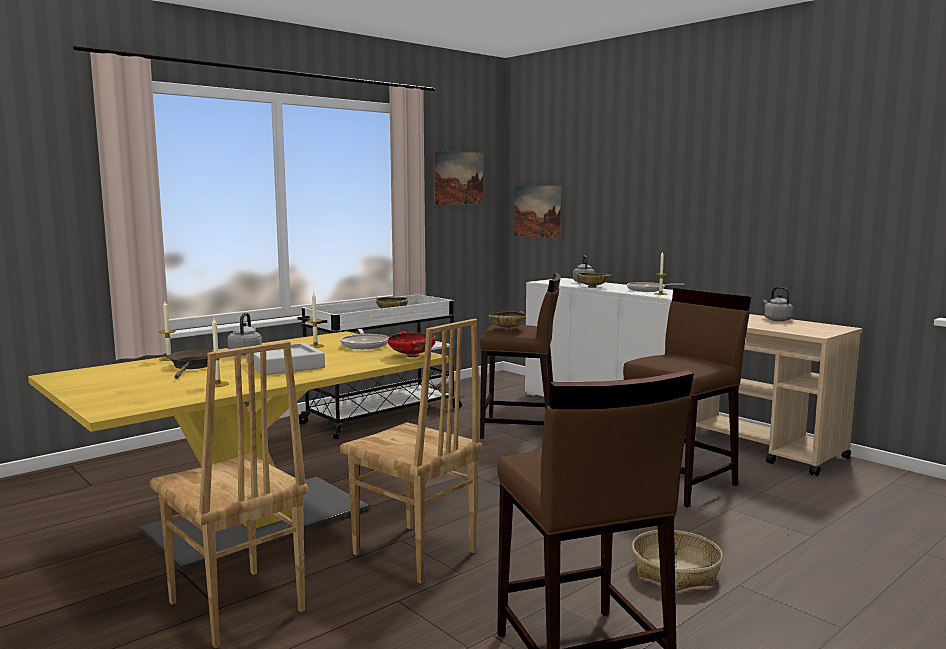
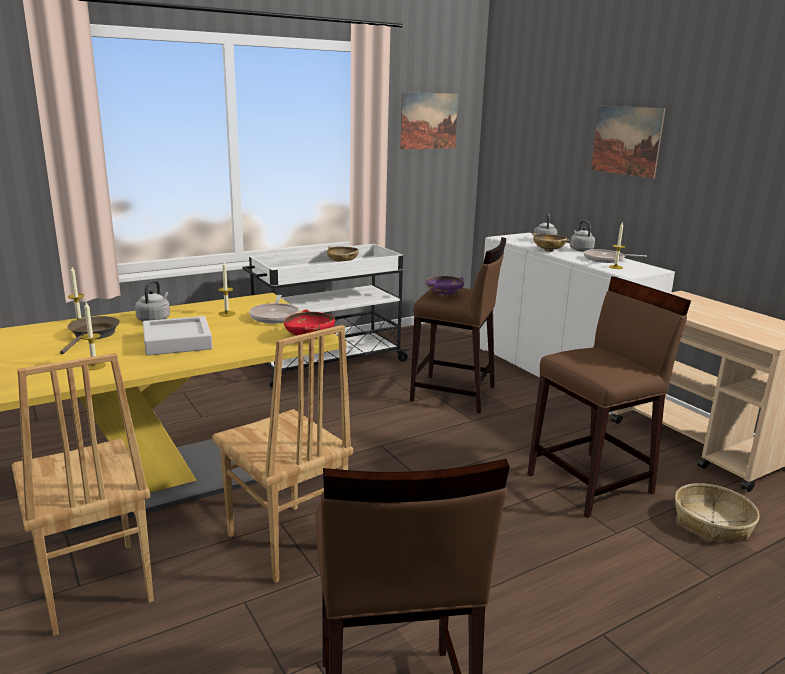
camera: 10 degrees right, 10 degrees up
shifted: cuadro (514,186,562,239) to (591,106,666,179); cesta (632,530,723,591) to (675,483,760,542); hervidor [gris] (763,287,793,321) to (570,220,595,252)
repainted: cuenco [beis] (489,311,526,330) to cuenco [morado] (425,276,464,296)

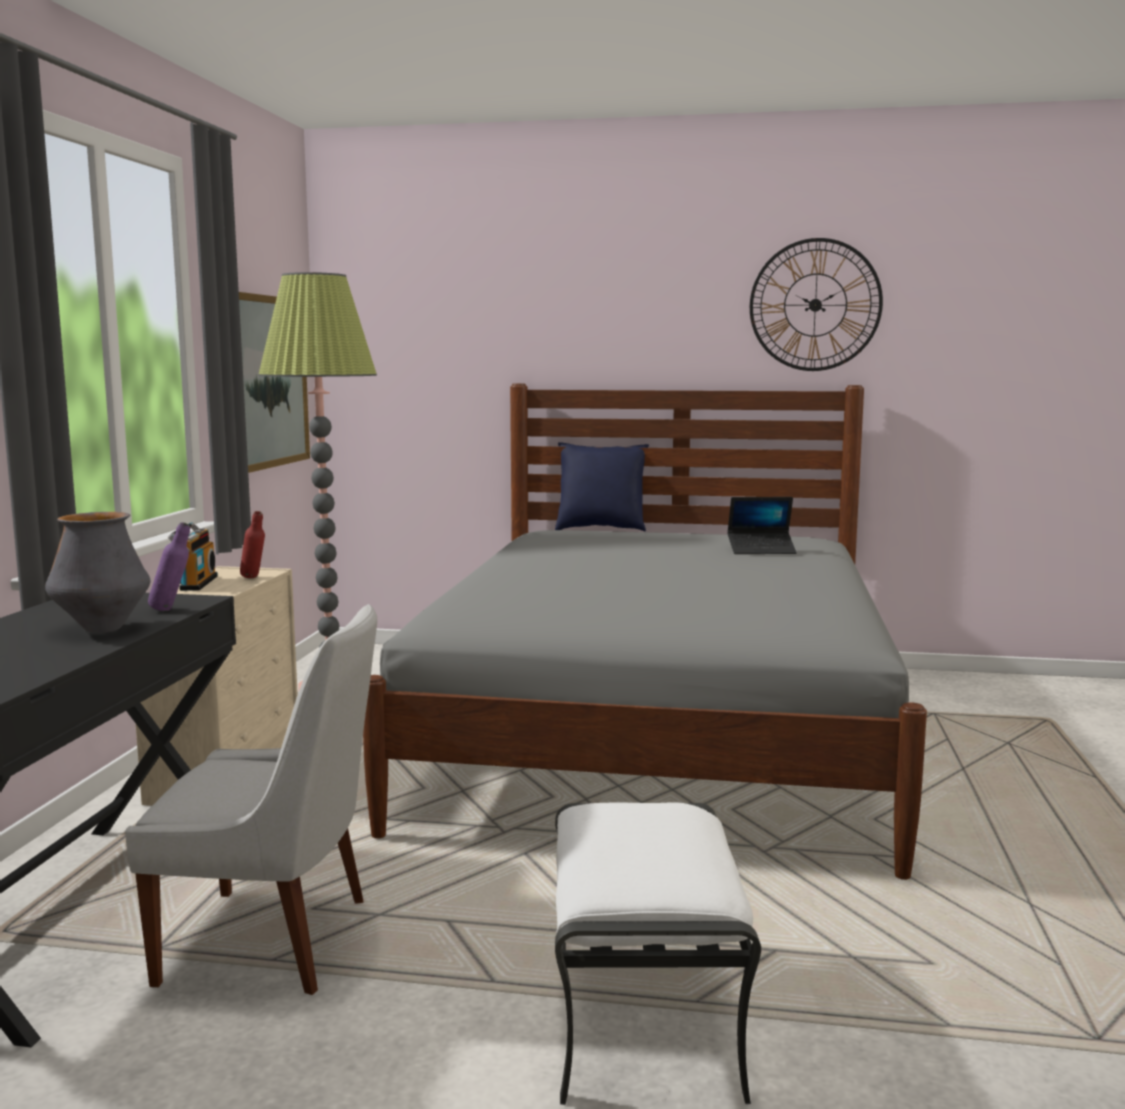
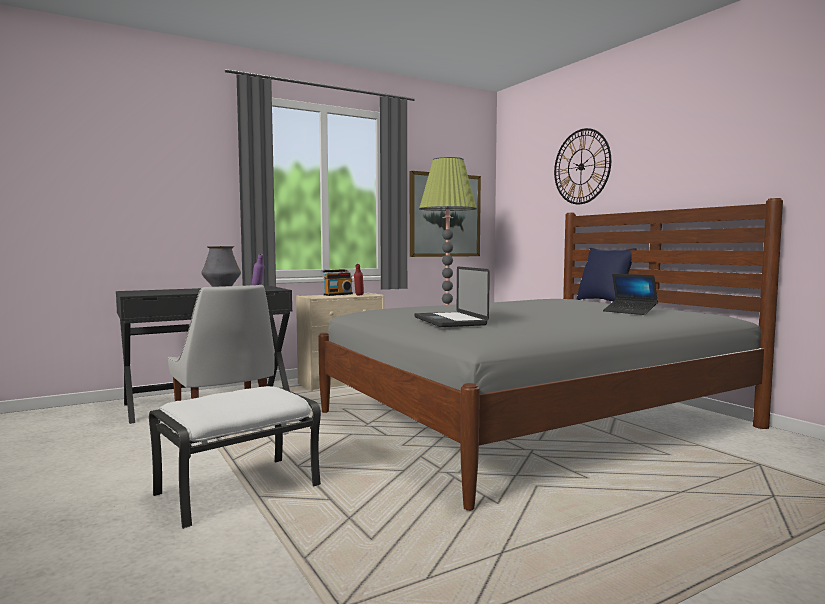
camera: 50 degrees right, 5 degrees down
new: portátil (414,266,490,327)
shifted: reloj de pared (750,238,883,371) to (554,128,611,204)

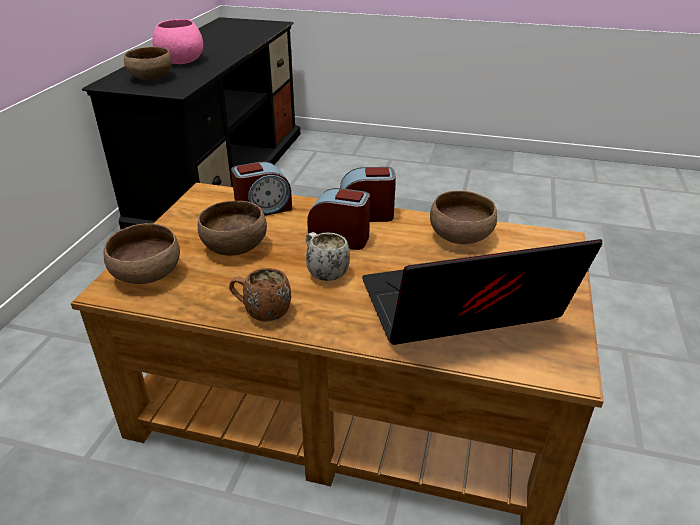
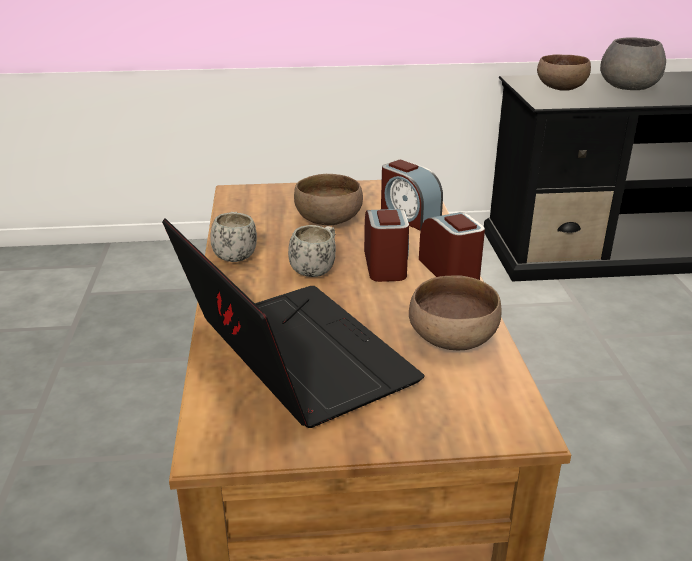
camera: 70 degrees right, 5 degrees down
gone: cuenco [marrón] (103,223,180,284)
repainted: cuenco [rosa] (152,19,203,64) to cuenco [gris] (600,37,666,90); taza grande [marrón] (229,268,291,321) to taza grande [blanco] (210,212,257,262)

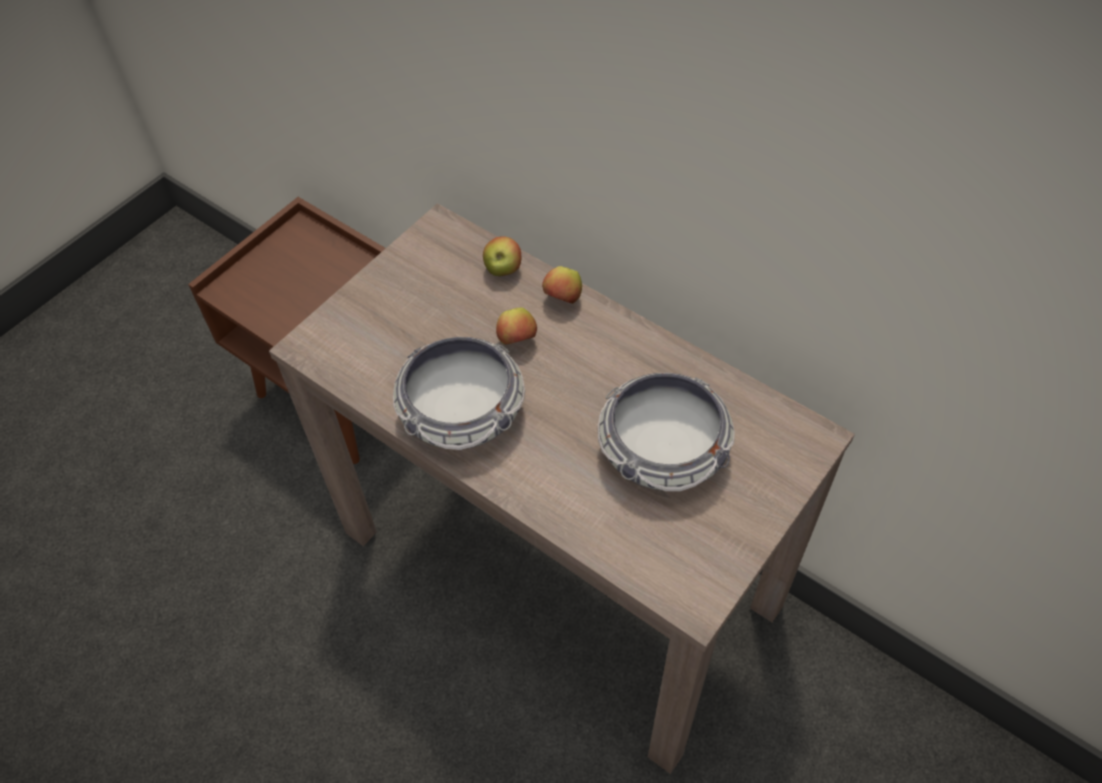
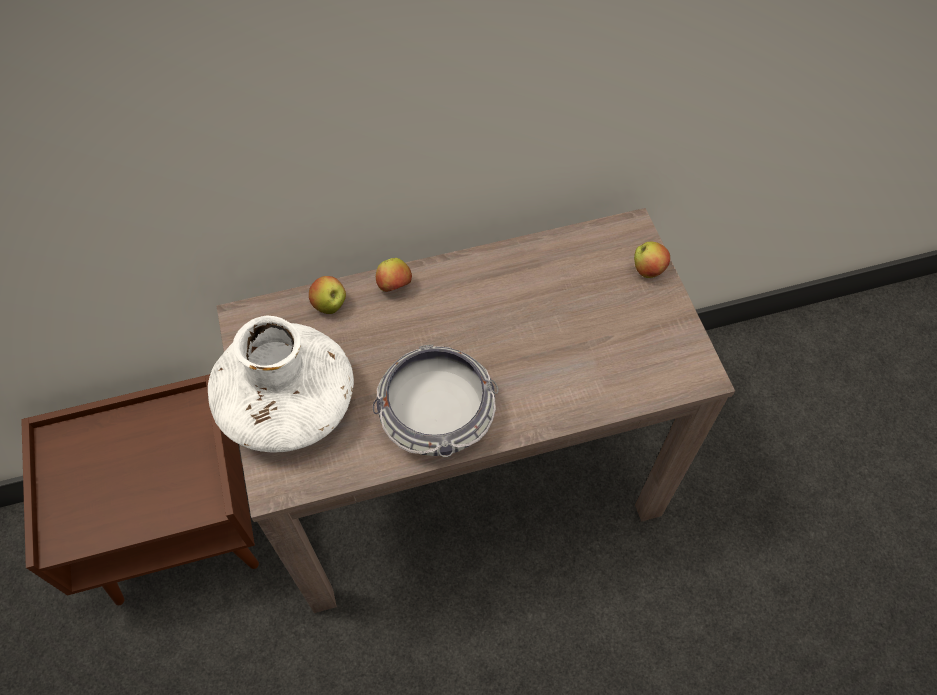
camera: 55 degrees left, 5 degrees up
gone: cuenco (598,373,735,491)
new: florero [blanco] (208,316,354,452)
shifted: manzana (496,307,537,345) to (634,242,670,278)

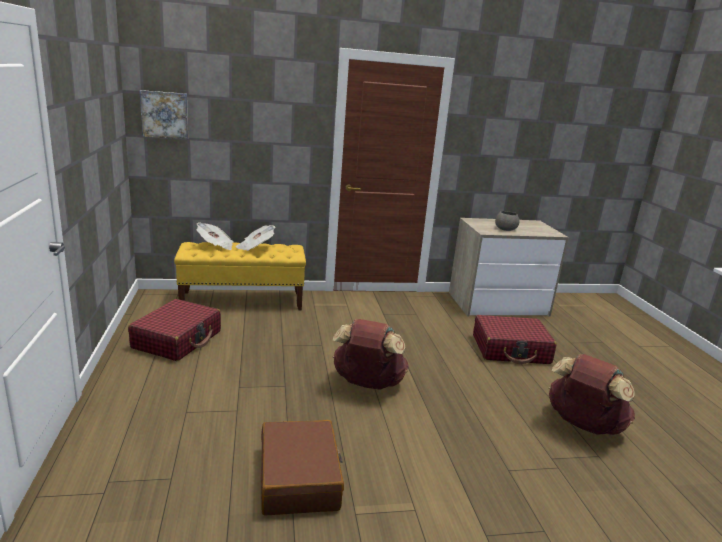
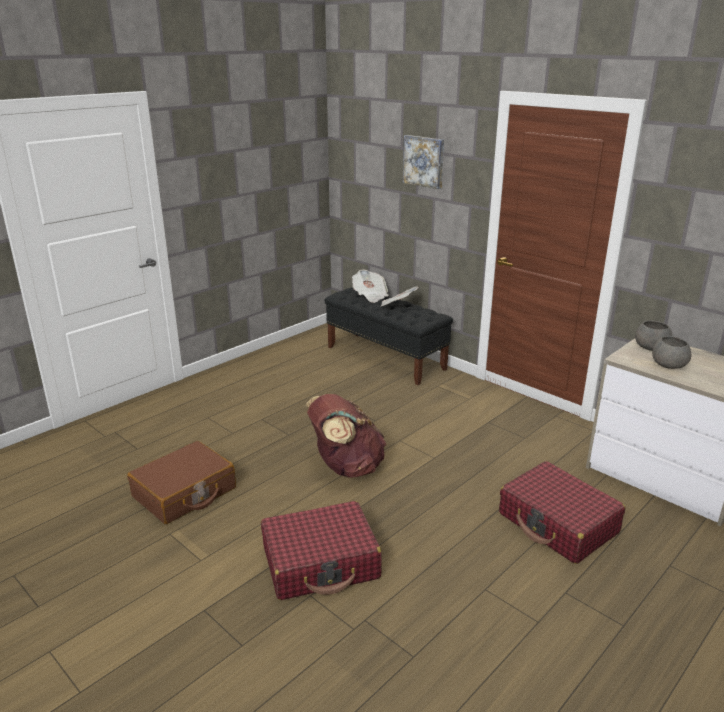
camera: 55 degrees right, 5 degrees up
gone: mochila [marrón] (549,354,635,435)
new: cuenco [gris] (635,320,672,351)
shifted: maleta [rojo] (128,299,221,361) to (261,501,382,600); cuadro (140,90,188,139) to (403,135,444,189)
repainted: banco [amarillo] (174,242,306,310) to banco [negro] (324,287,453,385)

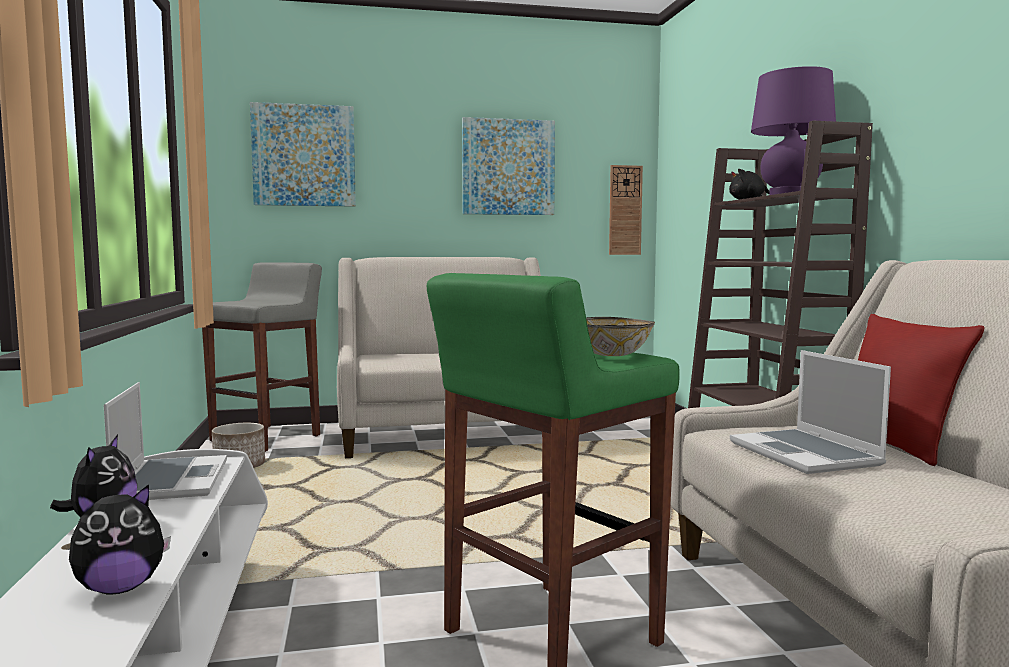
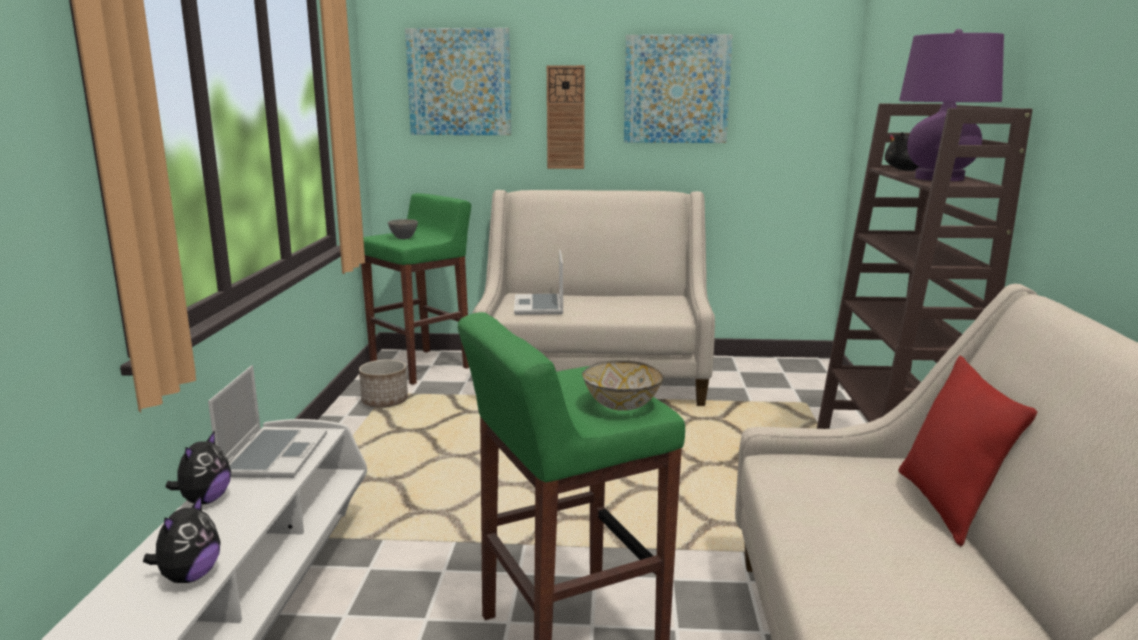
camera: 15 degrees right, 10 degrees up
new: cuenco [gris] (388,219,418,239)
shifted: reloj de pared (609,165,643,255) to (547,65,585,169); portátil (730,350,891,474) to (514,250,563,315)
repainted: taburete [gris] (202,262,322,452) to taburete [verde] (361,193,471,385)
rotated: peluche (69,484,171,595) = (143,495,220,583) 60 degrees counterclockwise

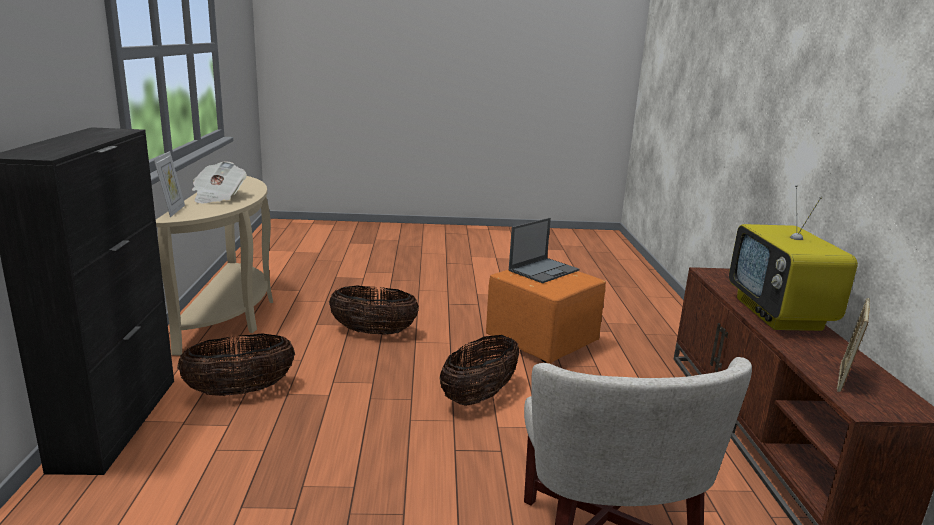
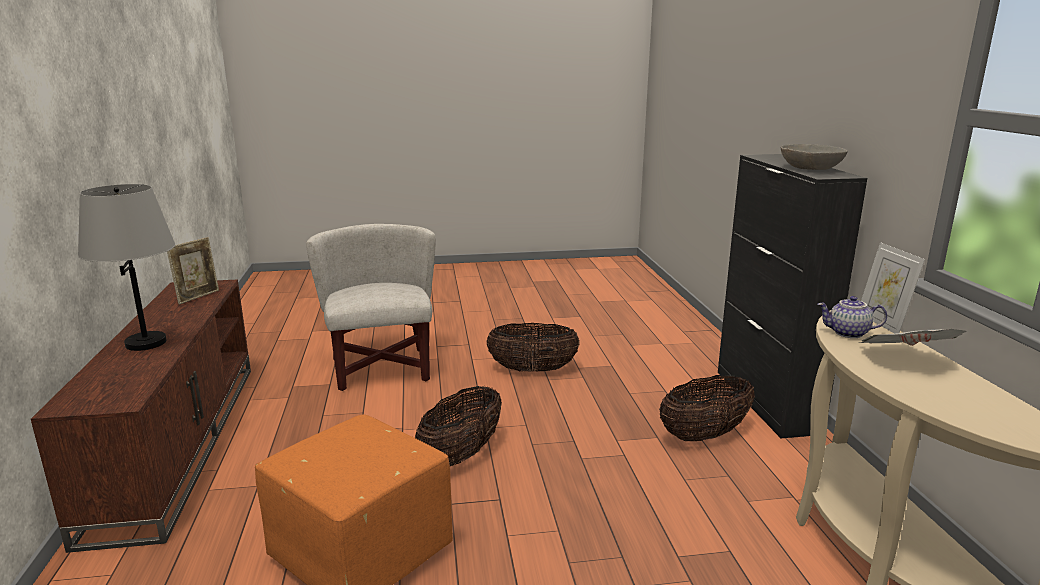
camera: 175 degrees right, 0 degrees up
gone: portátil (509,218,579,283)
new: cuenco [gris] (781,144,848,170); tetera (817,296,887,338)
shifted: cesta (329,286,419,335) to (487,323,580,372)
swapped: televisor (729,185,858,331) to lámpara de mesa [gris] (78,184,175,351)

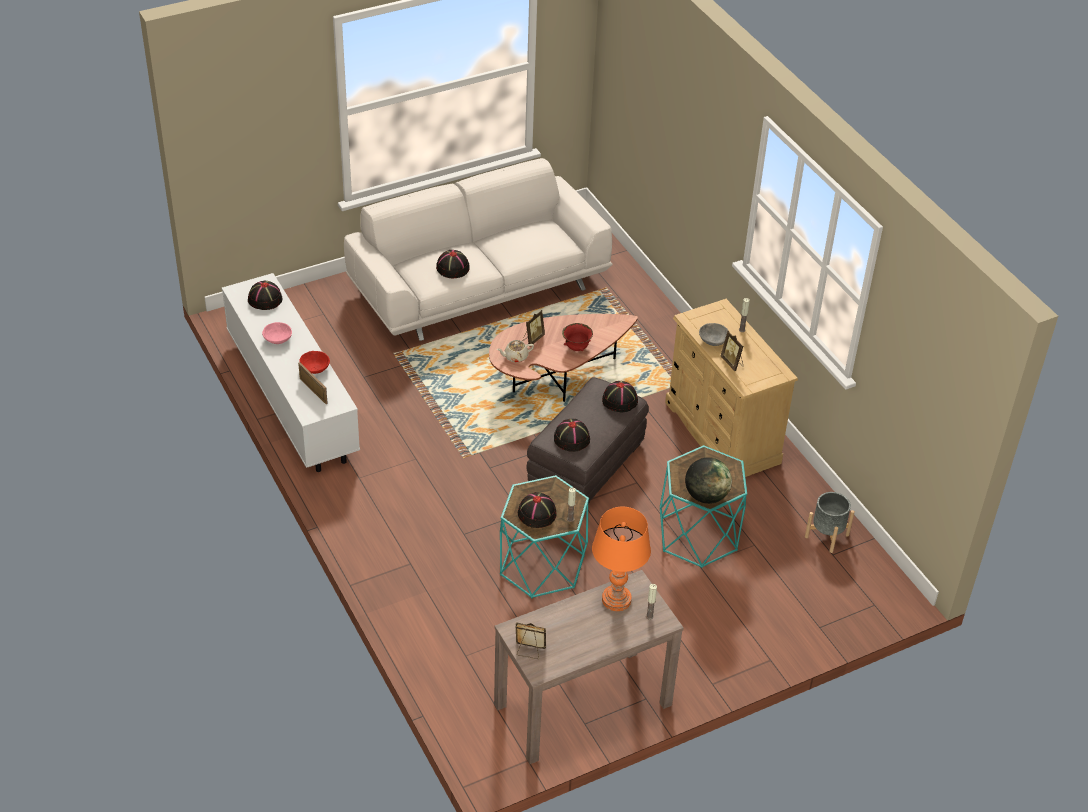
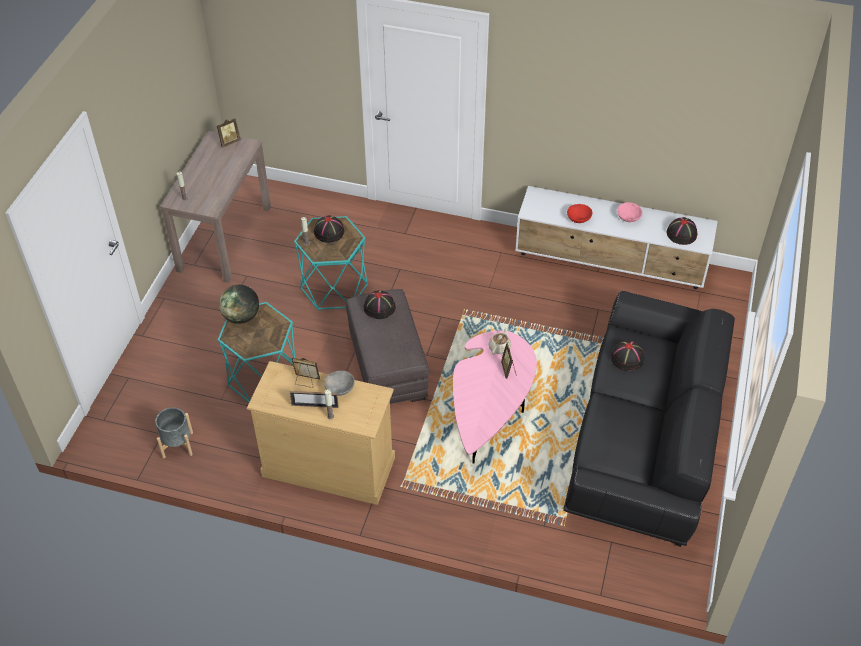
camera: 135 degrees right, 5 degrees up
gone: cuenco [rojo] (562,323,593,351); lámpara de mesa [naranja] (592,507,651,611); sombrero [negro] (602,381,638,412)
shifted: portarretratos (298,362,328,404) to (290,391,339,408)
repainted: sofá [blanco] (344,158,613,341) to sofá [negro] (563,291,735,547); mesa de centro [marrón] (489,314,638,402) to mesa de centro [rosa] (453,330,537,464)

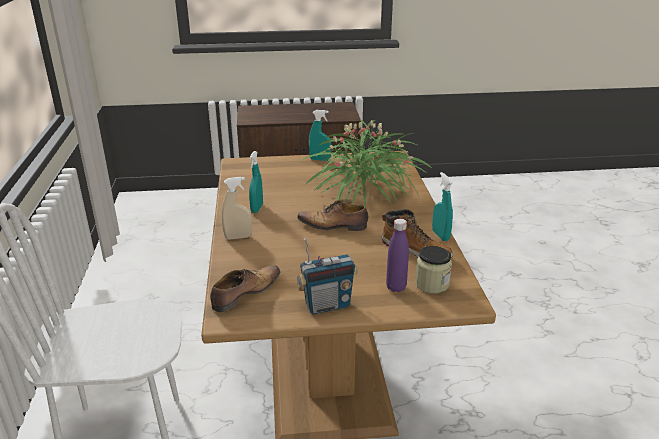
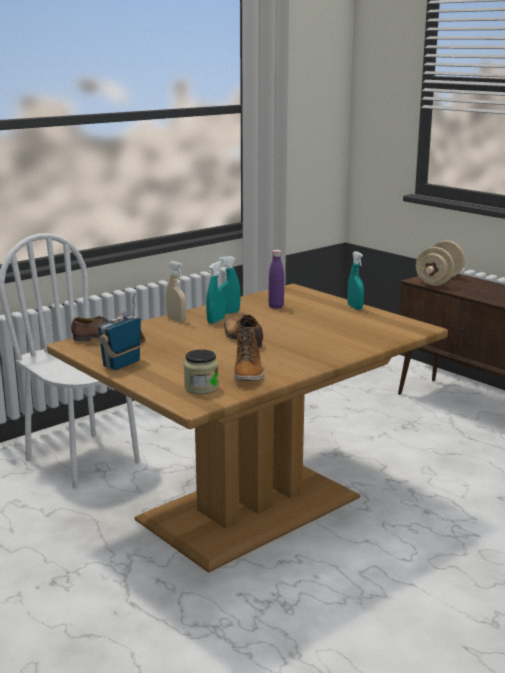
camera: 55 degrees right, 10 degrees down
gone: planta en maceta (301,119,433,208)
new: mancuerna [beis] (416,240,465,286)
shifted: botella [morado] (386,219,409,292) to (268,250,284,309); pulverizador [turquesa] (432,172,453,241) to (206,261,226,324)
rotated: radio (297,238,358,314) = (98,294,146,370) 90 degrees clockwise

